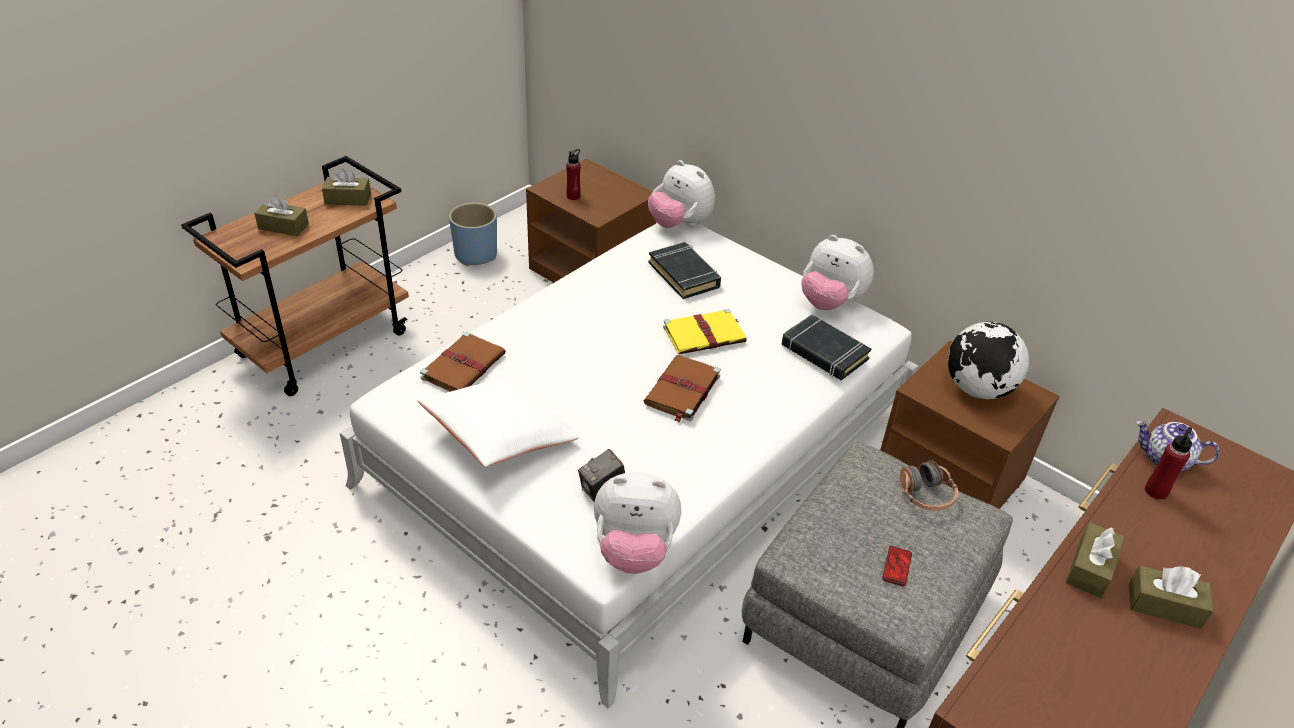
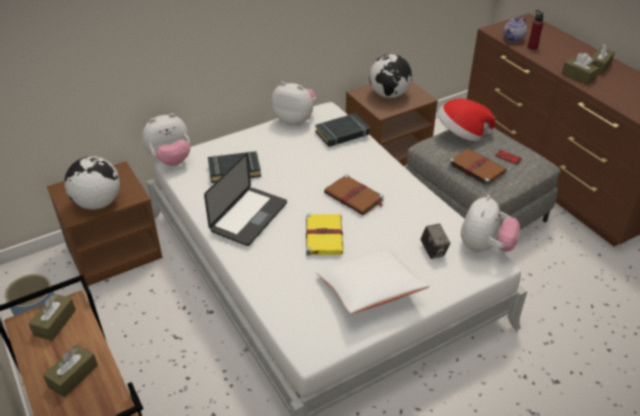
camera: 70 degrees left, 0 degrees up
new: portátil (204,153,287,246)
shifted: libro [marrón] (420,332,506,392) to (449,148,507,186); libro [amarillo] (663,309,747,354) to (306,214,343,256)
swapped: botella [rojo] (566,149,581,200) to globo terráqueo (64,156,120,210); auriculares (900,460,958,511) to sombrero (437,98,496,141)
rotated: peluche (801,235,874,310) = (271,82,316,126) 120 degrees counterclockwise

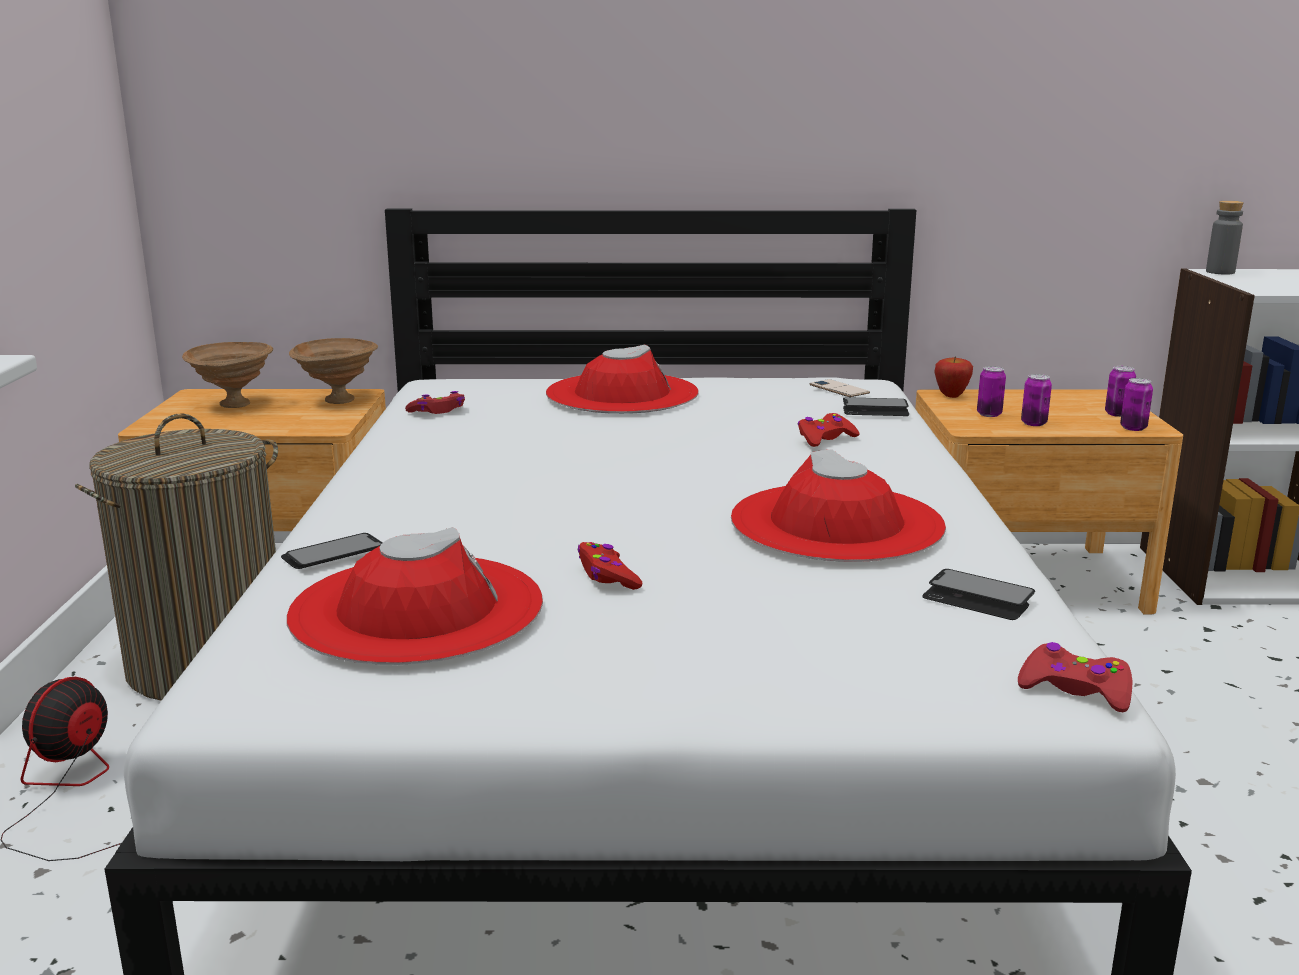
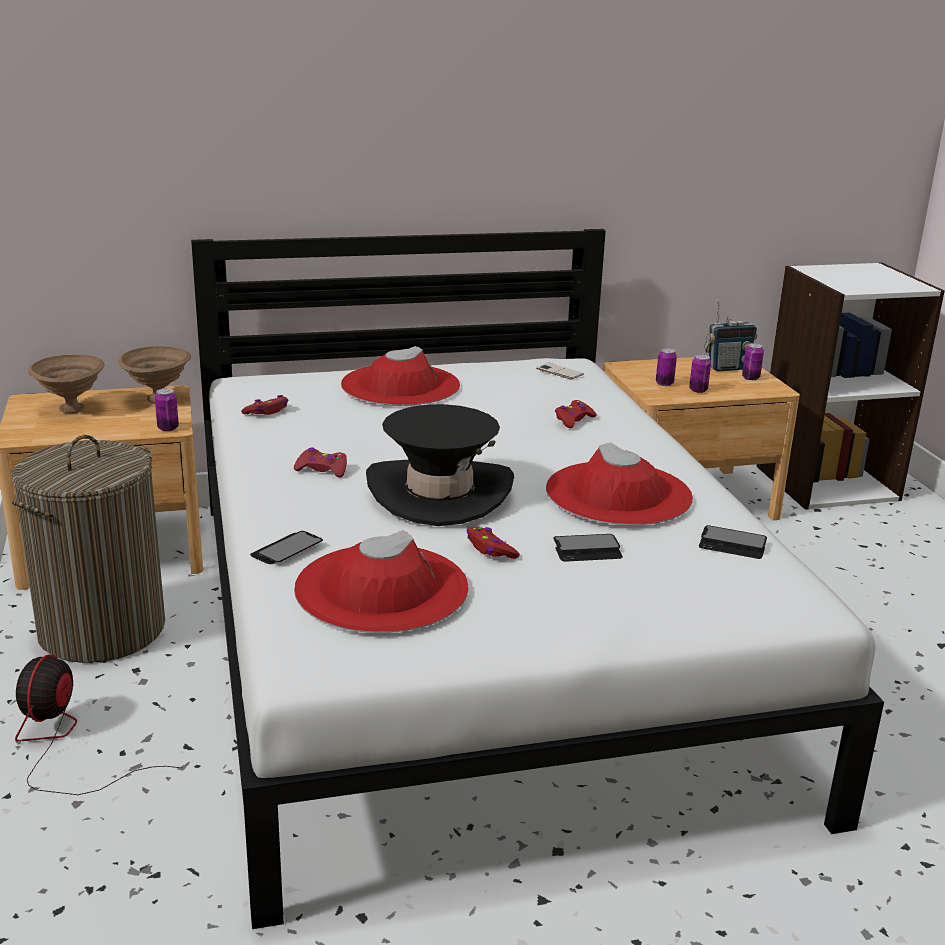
camera: 15 degrees left, 5 degrees up
gone: manzana (934,357,973,398); botella [gris] (1206,201,1244,275)
new: sombrero [negro] (366,404,514,526); radio (704,300,757,371)
shifted: móvil (843,397,909,416) to (554,534,623,562); mando de consola [rojo] (1018,642,1132,712) to (294,447,347,477); lata (1120,378,1153,431) to (155,388,179,431)

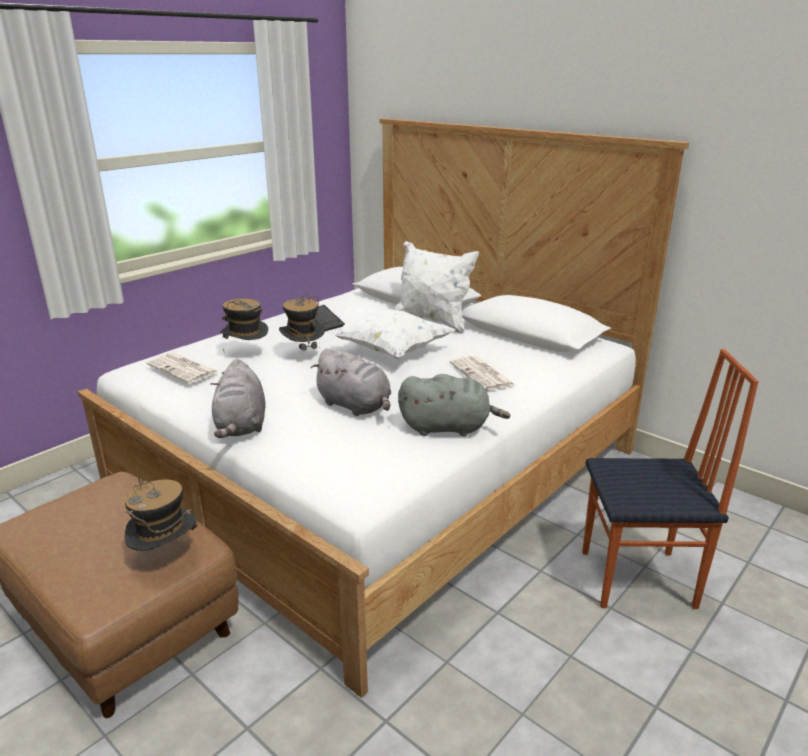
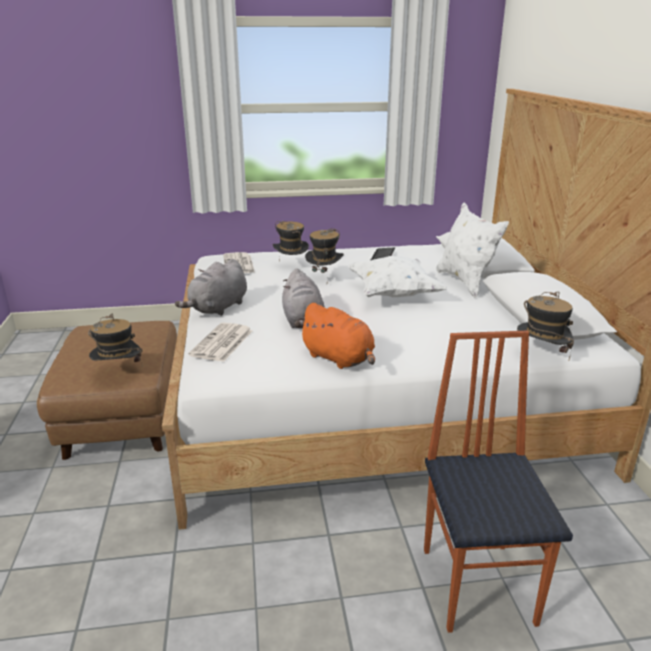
camera: 40 degrees right, 0 degrees up
new: sombrero (517,292,574,360)
shifted: periódico (450,356,515,391) to (188,322,253,362)
repainted: peluche [gris] (398,374,510,436) to peluche [naranja] (297,303,375,369)
rotated: silla (582,349,759,609) = (424,330,573,633) 135 degrees counterclockwise

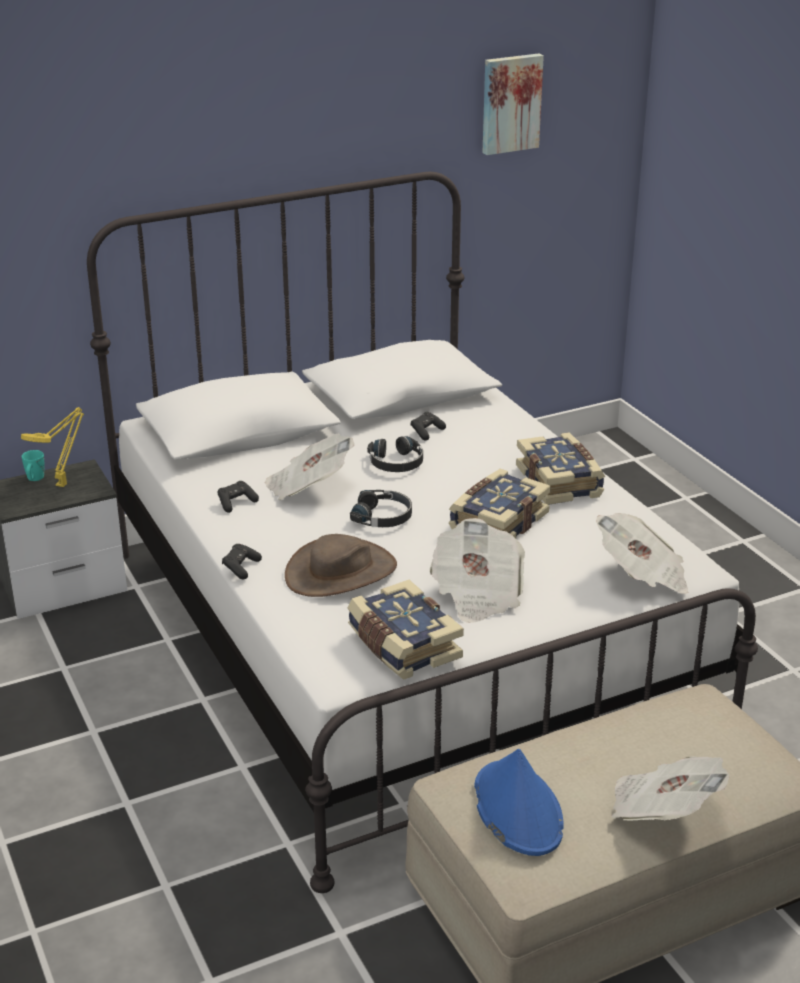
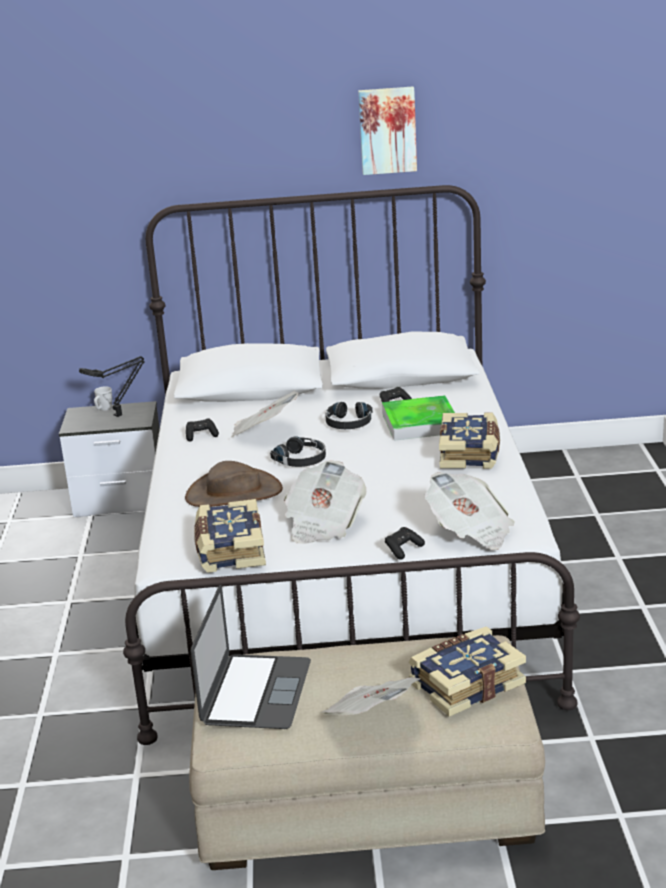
camera: 25 degrees right, 5 degrees down
new: bandeja (382,395,455,441)
shifted: mando de consola [negro] (222,544,262,579) to (385,527,425,560); libro (449,469,551,538) to (409,626,526,717); cuadro (482,53,544,155) to (358,86,417,175)
swapped: sombrero [azul] (474,749,564,856) to portátil (191,585,311,729)
repainted: lámpara de mesa [amarillo] (21,407,84,487) to lámpara de mesa [negro] (79,356,145,417); taza grande [turquesa] (22,450,45,481) to taza grande [blanco] (94,386,112,411)

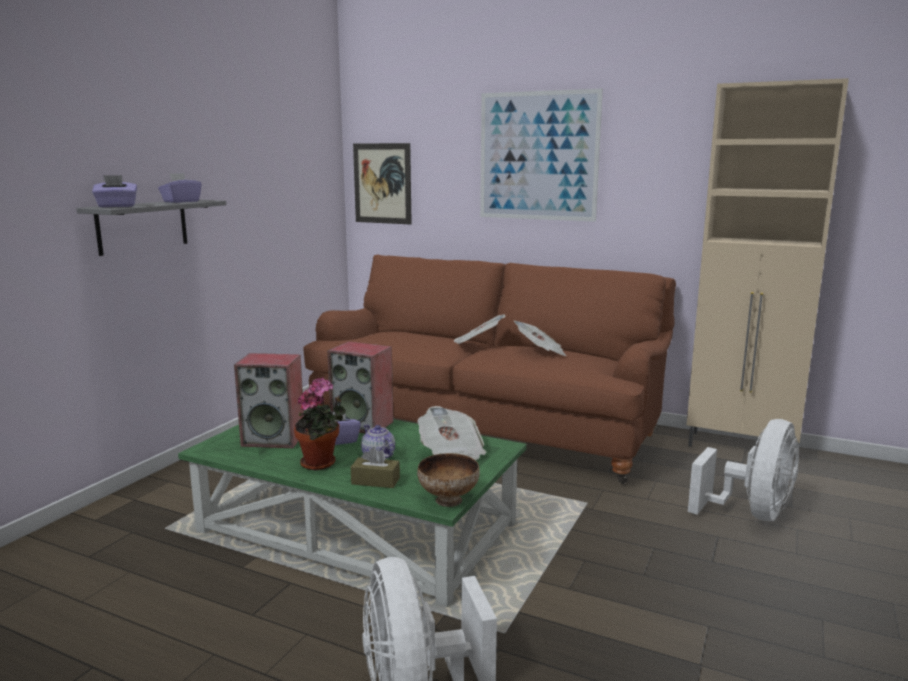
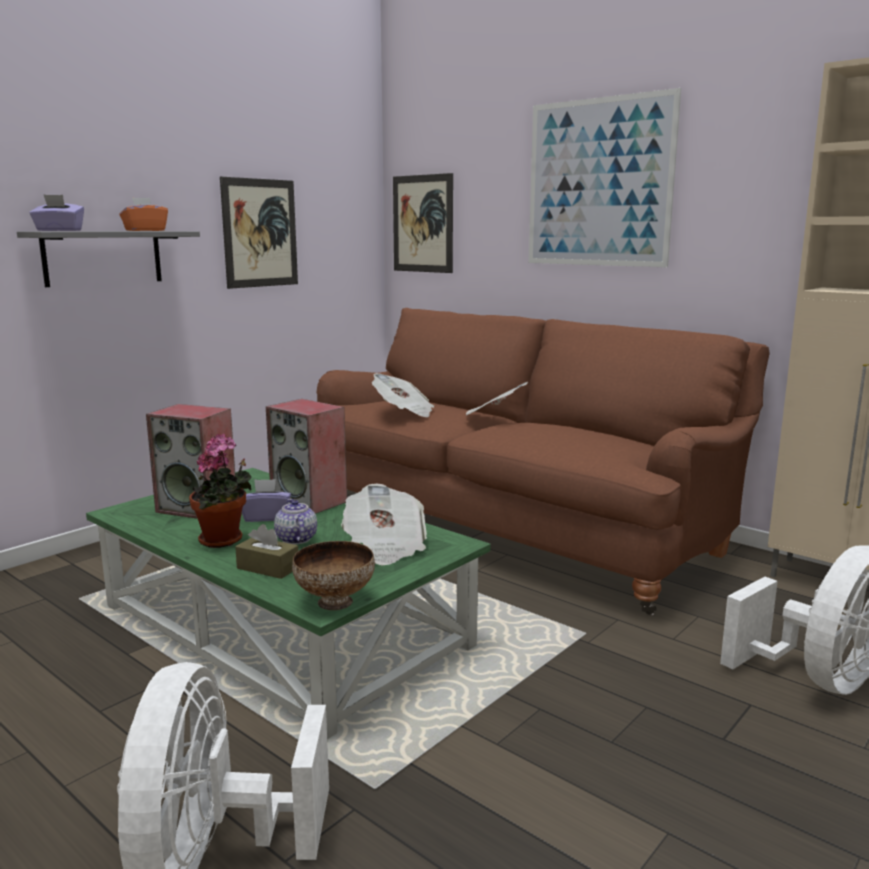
camera: 15 degrees right, 0 degrees up
new: cuadro (220,177,298,289)
shifted: periódico (513,321,566,356) to (372,373,434,417)
repainted: caja de pañuelos [morado] (158,173,202,203) to caja de pañuelos [naranja] (120,198,168,231)

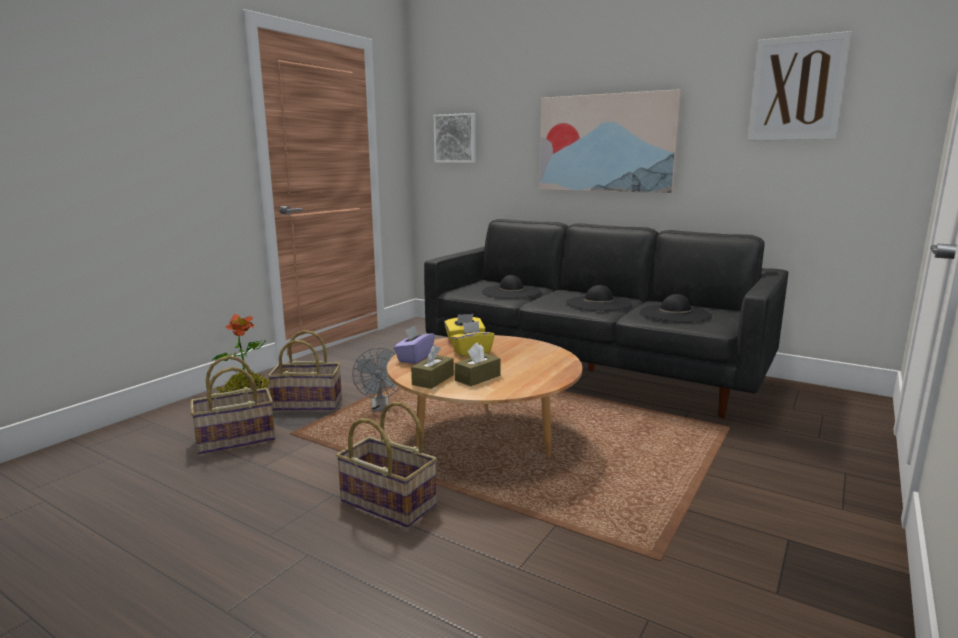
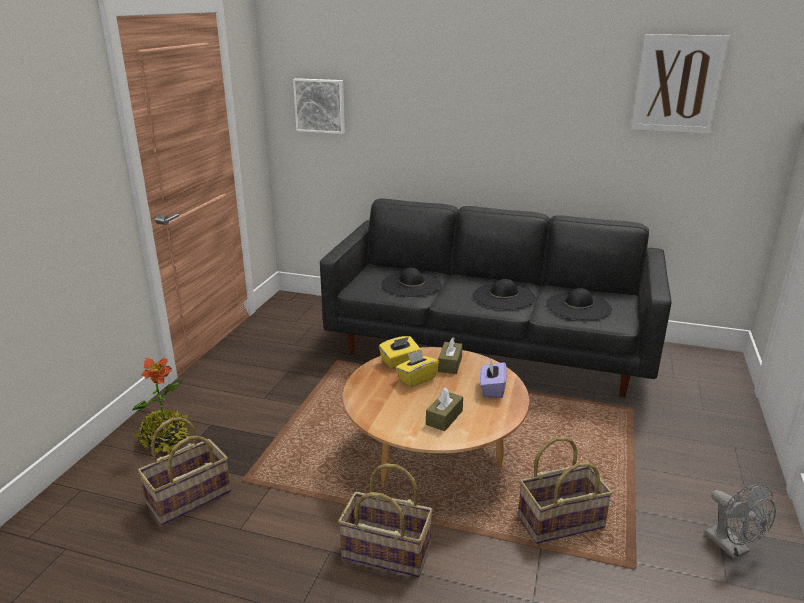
camera: 15 degrees left, 10 degrees up
gone: cuadro (539,89,681,193)
shifted: cesta (268,330,342,411) to (518,437,613,544); ventilador [gris] (352,348,400,411) to (704,484,776,559); caja de pañuelos [morado] (394,326,435,364) to (480,360,507,398); caja de pañuelos [marrón] (411,345,454,389) to (438,337,463,374)

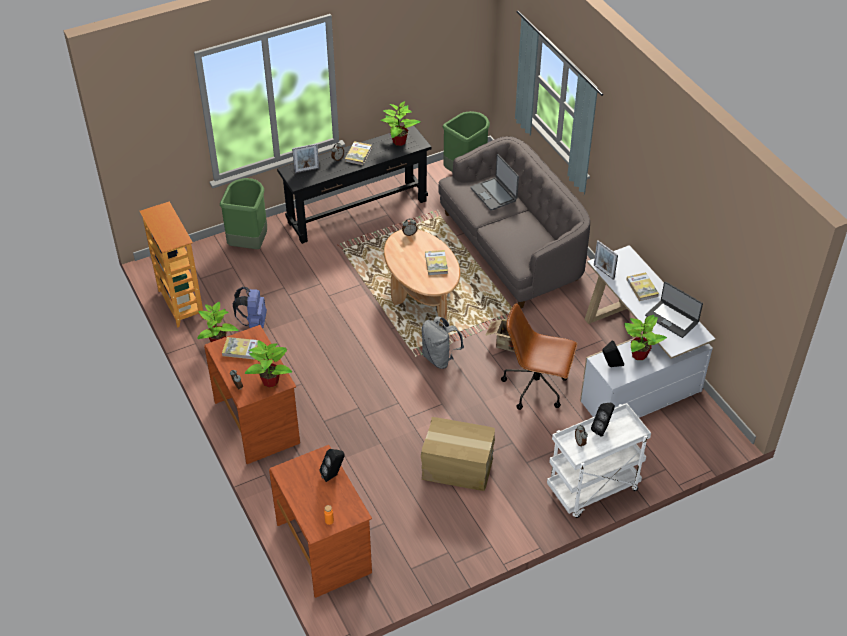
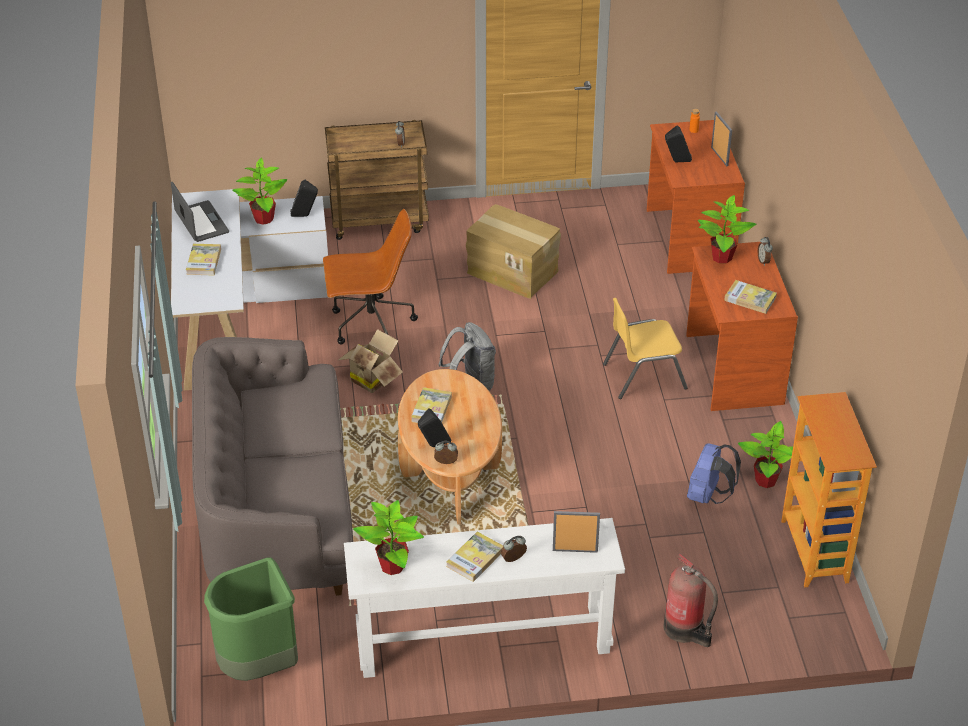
camera: 160 degrees left, 5 degrees down
gone: portátil (471,154,519,211)
new: silla [amarillo] (603,298,688,399)
shifted: altavoz [negro] (591,403,615,437) to (418,408,451,447); portarretratos (594,240,618,280) to (711,111,732,166)
swapped: papelera [verde] (220,178,267,249) to extintor (663,554,718,647)
repainted: mesa consola [negro] (277,125,432,244) to mesa consola [blanco] (344,518,625,678); carrito [blanco] (547,403,651,518) to carrito [marrón] (325,120,429,240)
rotated: silla de oficina [marrón] (501,303,577,410) = (323,209,418,345) 45 degrees counterclockwise

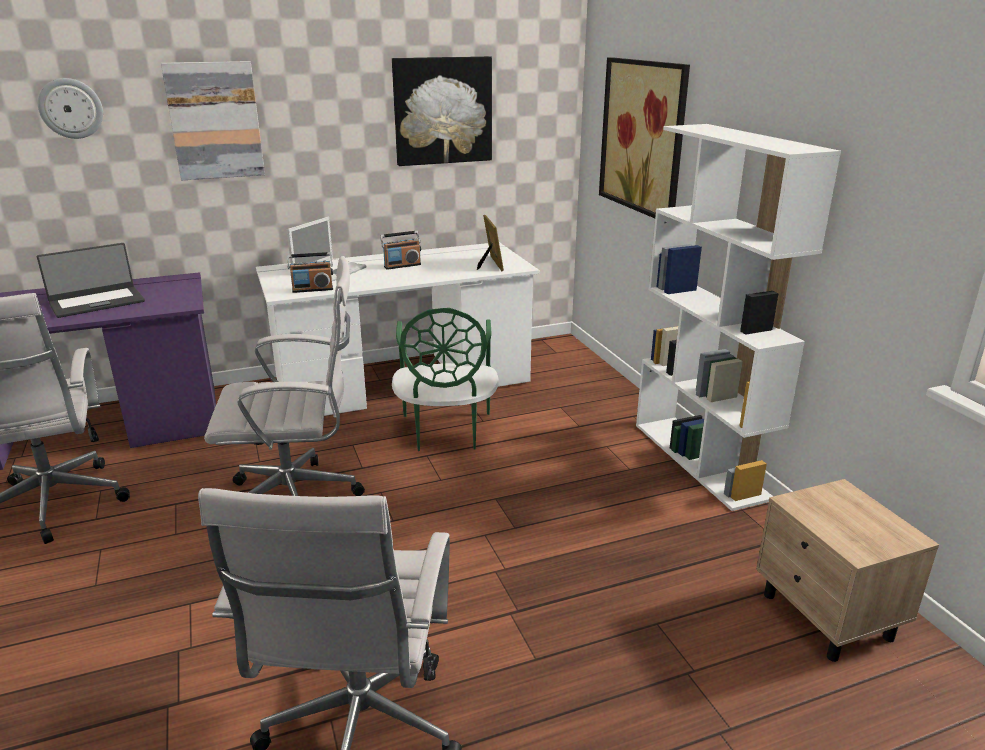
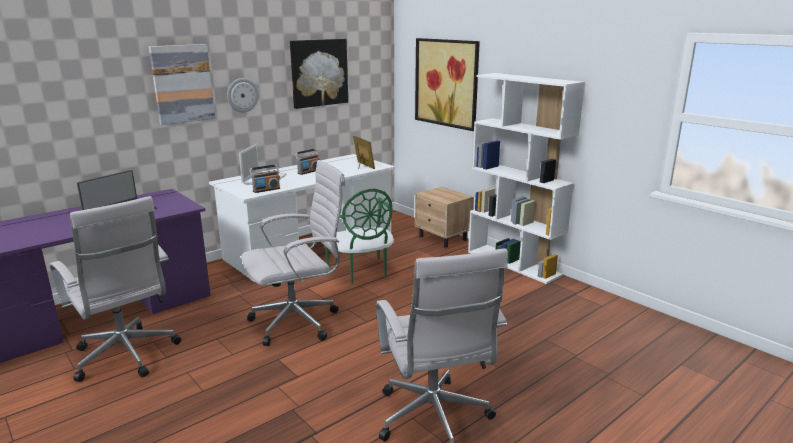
camera: 20 degrees left, 5 degrees down
shifted: reloj de pared (38,78,103,139) to (227,78,259,113); mesita de noche [beis] (756,479,939,662) to (415,187,474,248)

